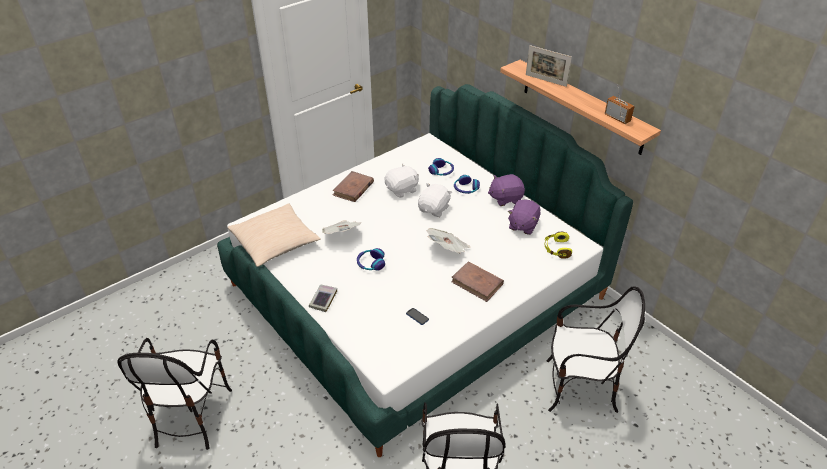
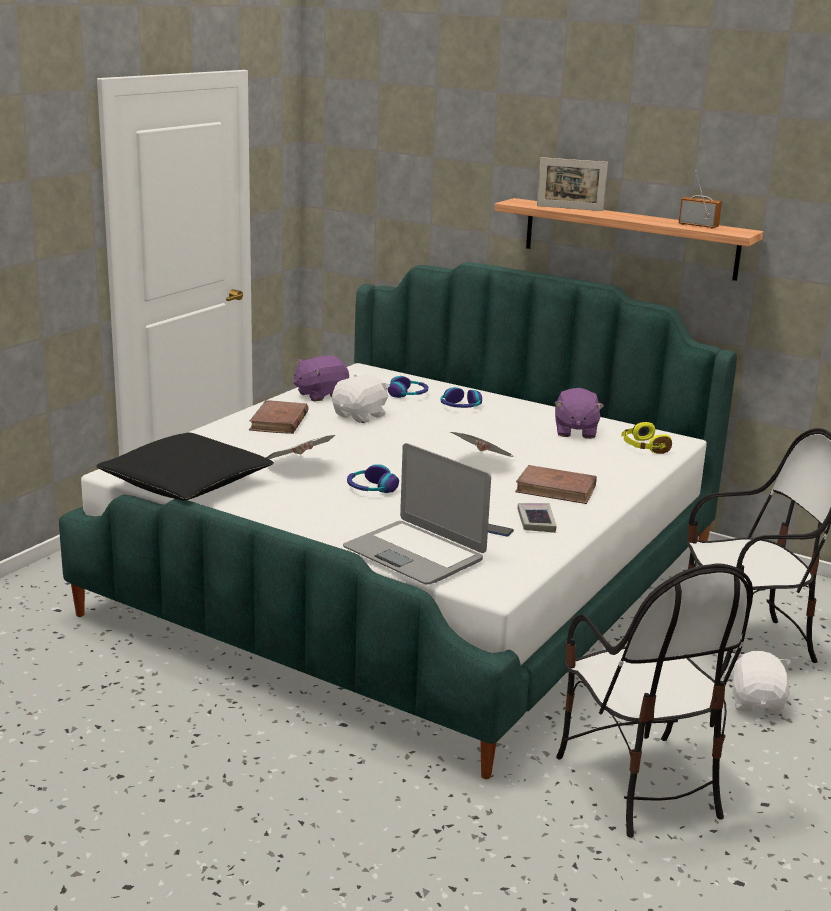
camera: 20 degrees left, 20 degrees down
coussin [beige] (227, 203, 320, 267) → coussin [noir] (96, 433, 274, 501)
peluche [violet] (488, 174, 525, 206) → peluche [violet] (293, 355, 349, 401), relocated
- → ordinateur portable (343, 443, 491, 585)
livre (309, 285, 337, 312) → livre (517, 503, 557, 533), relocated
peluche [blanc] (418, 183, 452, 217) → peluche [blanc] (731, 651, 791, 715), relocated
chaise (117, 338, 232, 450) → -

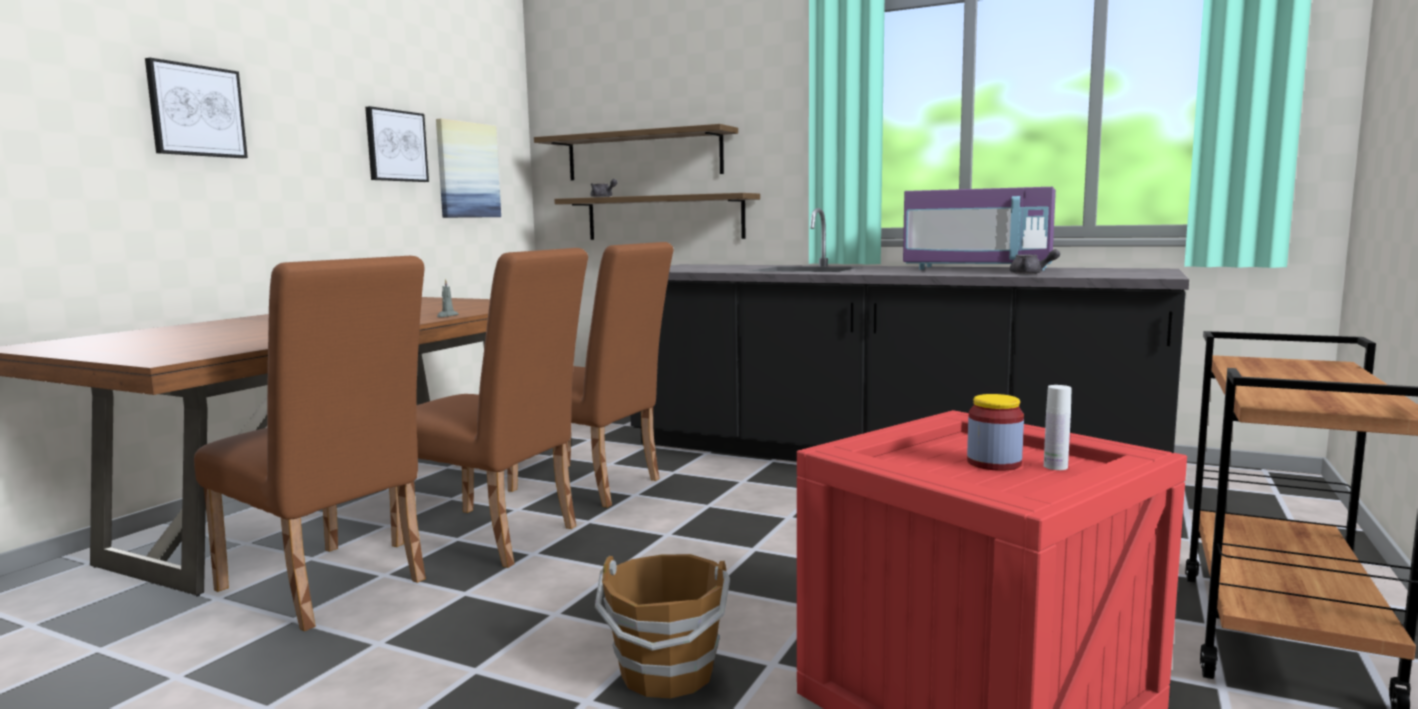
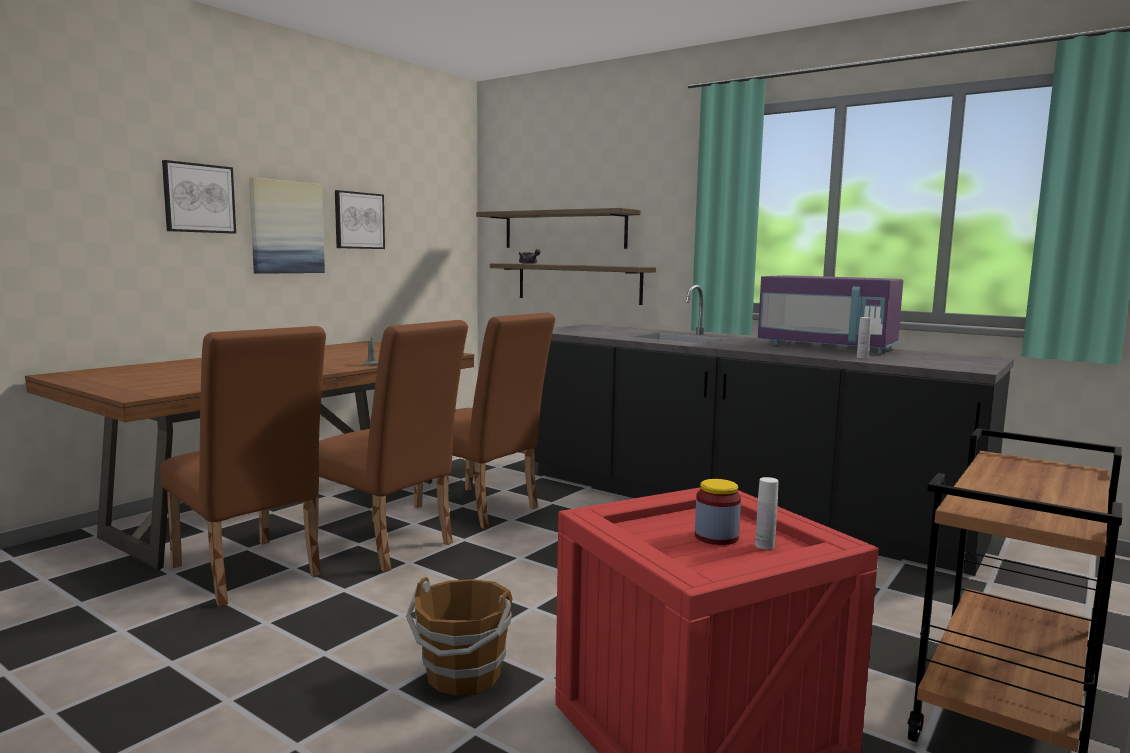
camera: 10 degrees right, 0 degrees up
tableau (436, 119, 501, 218) → tableau (249, 177, 325, 274), relocated
théière [gris] (1010, 249, 1060, 274) → bouteille [blanc] (857, 317, 871, 358)

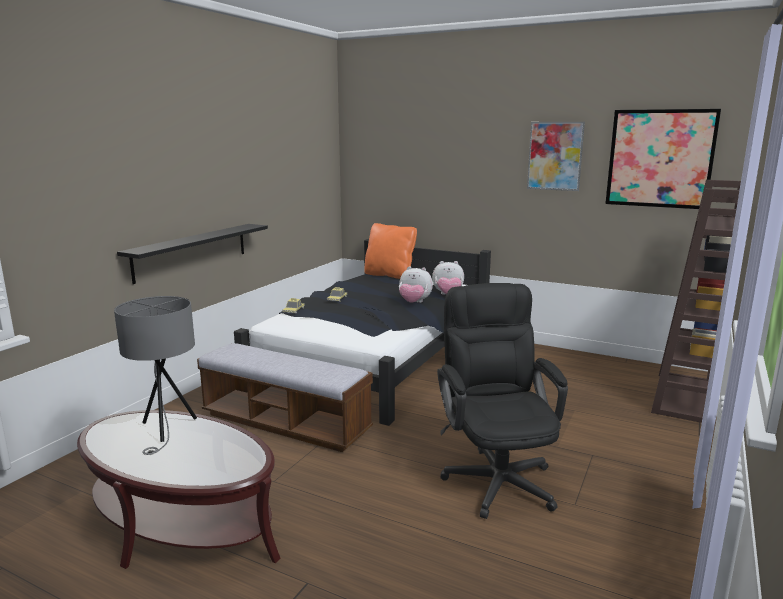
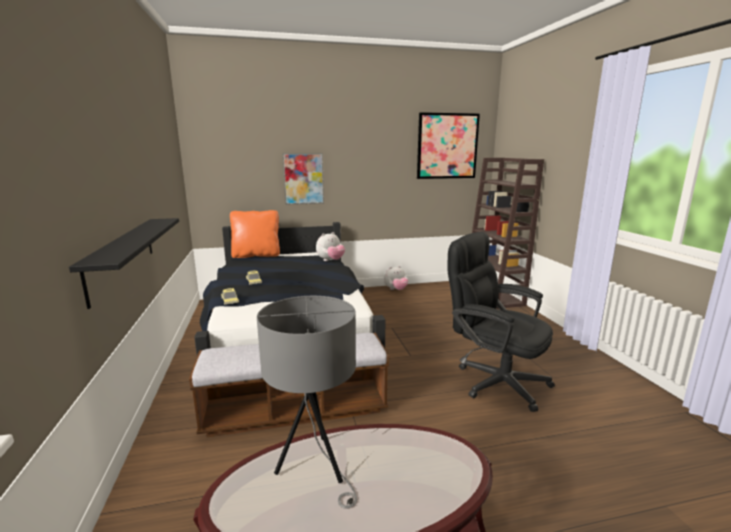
camera: 40 degrees left, 0 degrees up
tableau (527, 122, 585, 191) → tableau (283, 153, 324, 205), relocated
peluche (399, 266, 433, 303) → peluche (384, 266, 408, 290), relocated

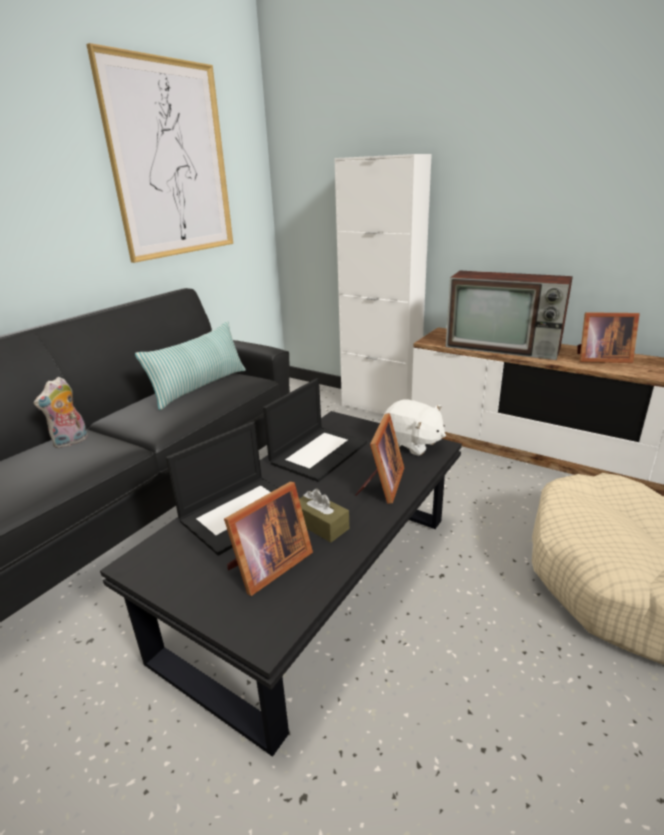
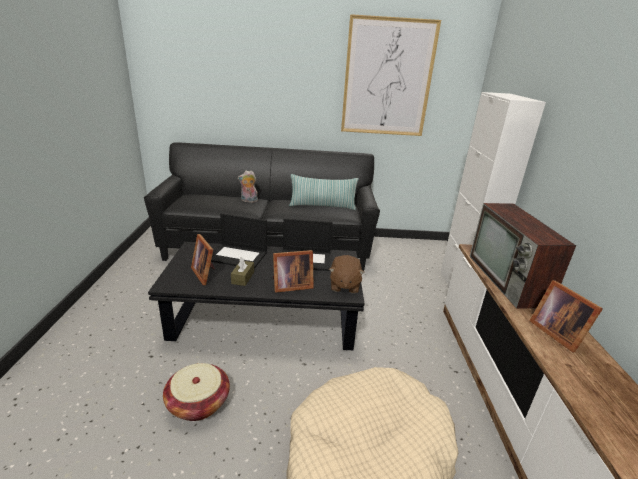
camera: 55 degrees right, 0 degrees up
- → panier (163, 363, 230, 421)
cadre photo (224, 481, 313, 596) → cadre photo (191, 234, 215, 285), 45 degrees clockwise
peluche [blanc] (382, 400, 446, 456) → peluche [marron] (329, 255, 365, 293)

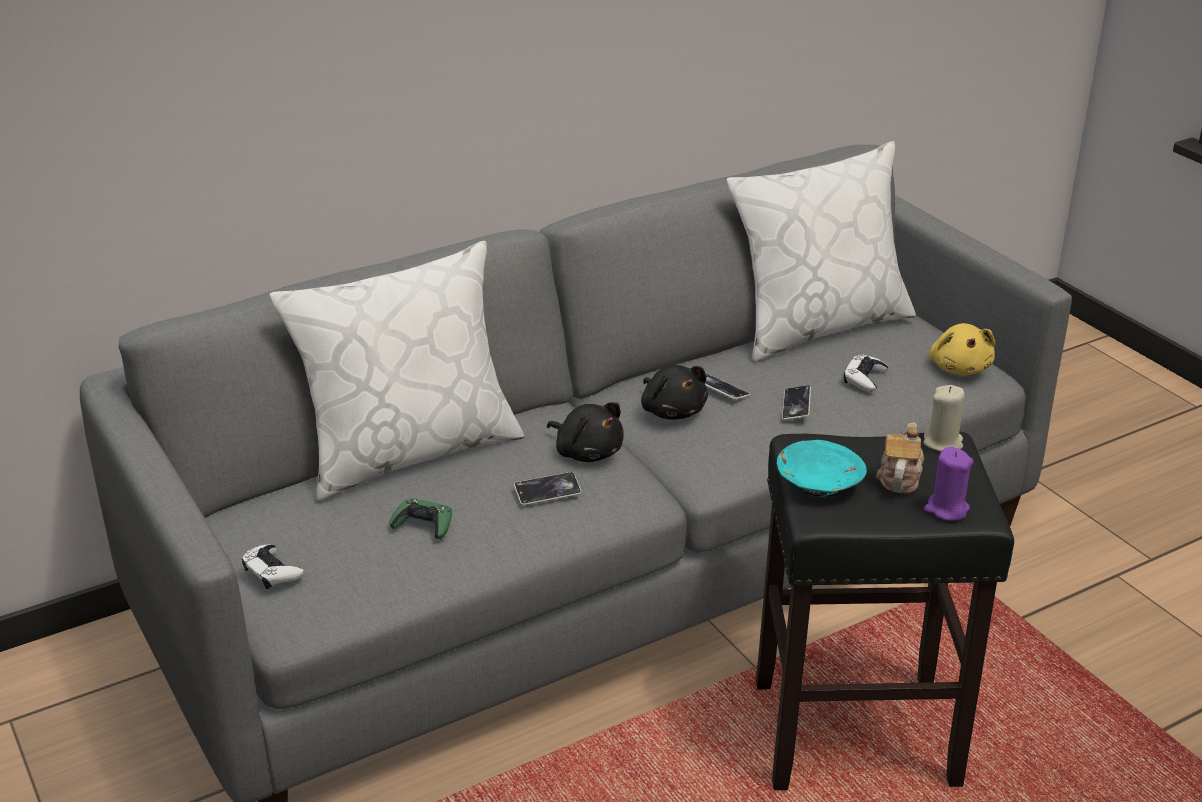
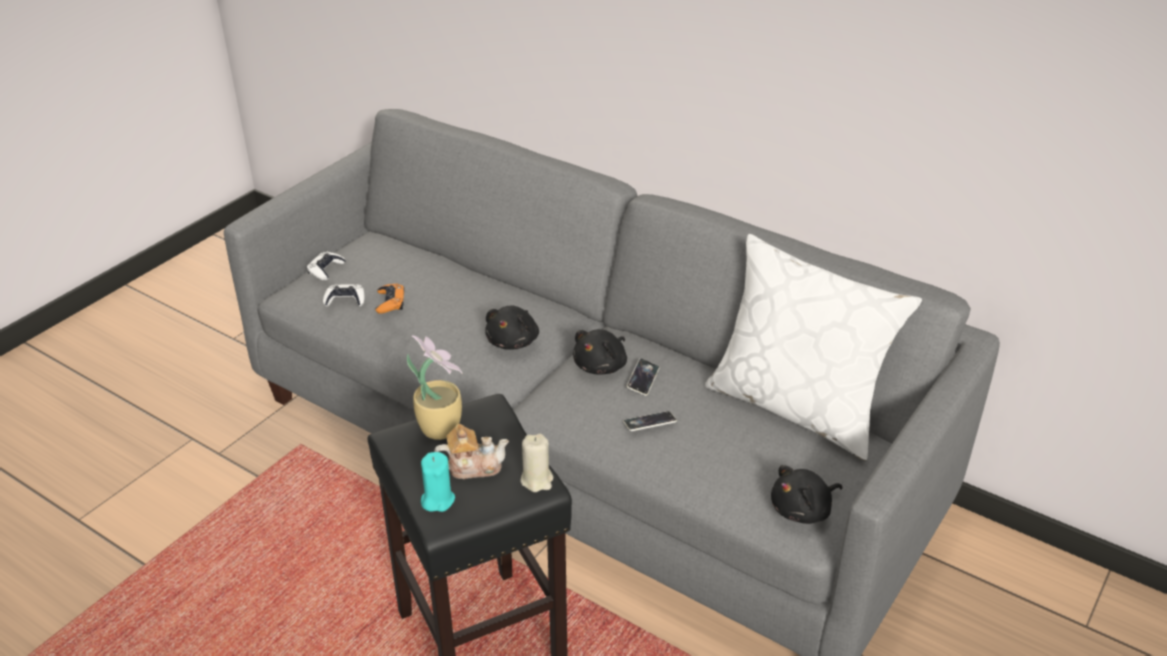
camera: 65 degrees right, 5 degrees up
manette [blanc] (844, 354, 888, 392) → manette [blanc] (323, 284, 365, 307), relocated
manette [vert] (389, 498, 452, 539) → manette [orange] (375, 284, 404, 314)
bol [turquoise] (777, 440, 867, 497) → plante en pot (407, 335, 462, 440)
bougie [violet] (924, 447, 973, 521) → bougie [turquoise] (421, 452, 455, 512)
peluche [jaune] (929, 323, 995, 375) → peluche [noir] (771, 465, 843, 524)
coussin [blanc] (269, 241, 524, 501) → -
téléphone (514, 472, 581, 505) → -

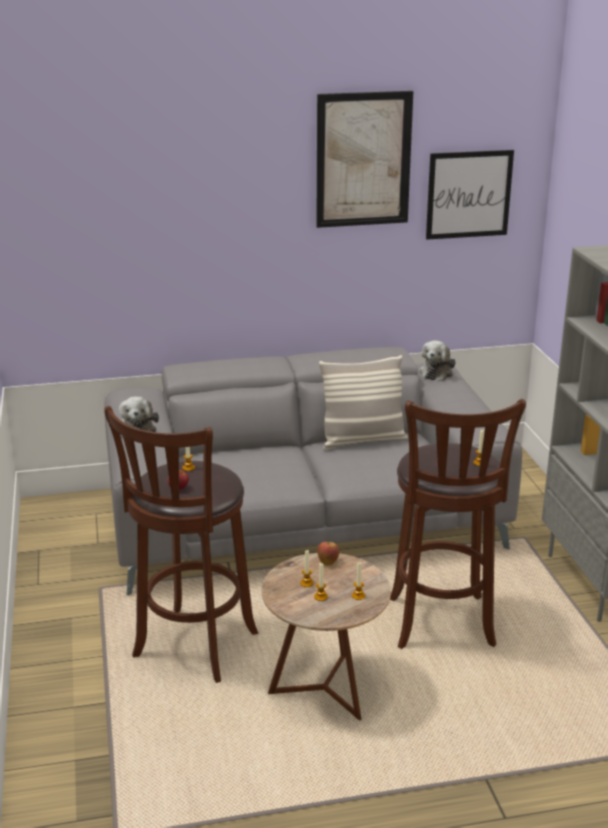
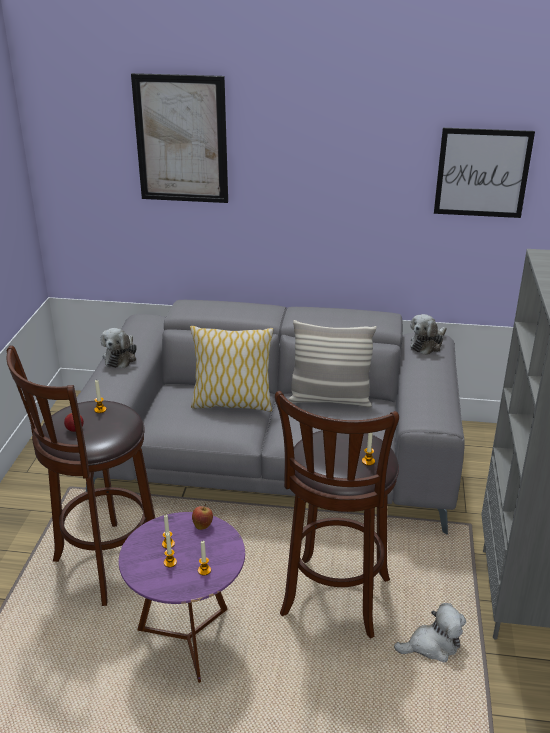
camera: 20 degrees right, 5 degrees up
table d'appoint [marron] (262, 553, 391, 721) → table d'appoint [violet] (119, 512, 245, 683)
tableau (316, 91, 413, 228) → tableau (131, 73, 228, 203), relocated
- → coussin (190, 326, 273, 412)
- → peluche (394, 603, 466, 662)

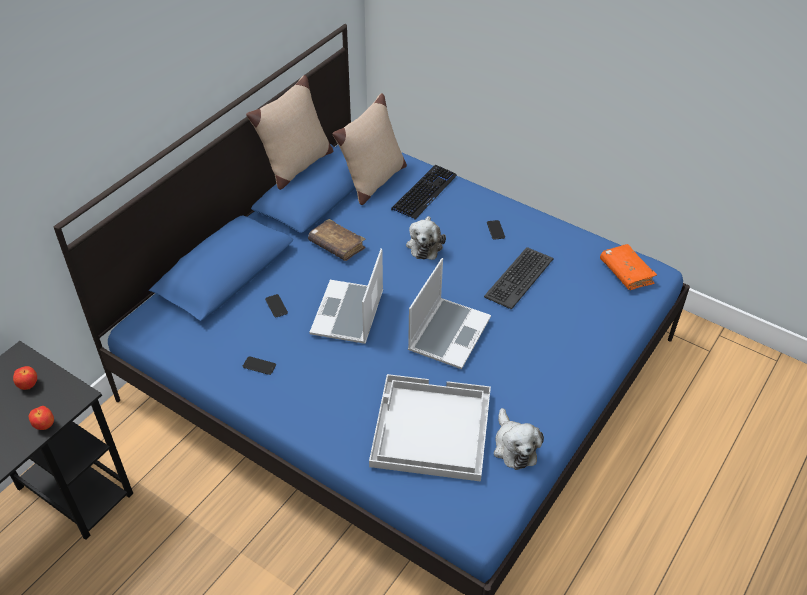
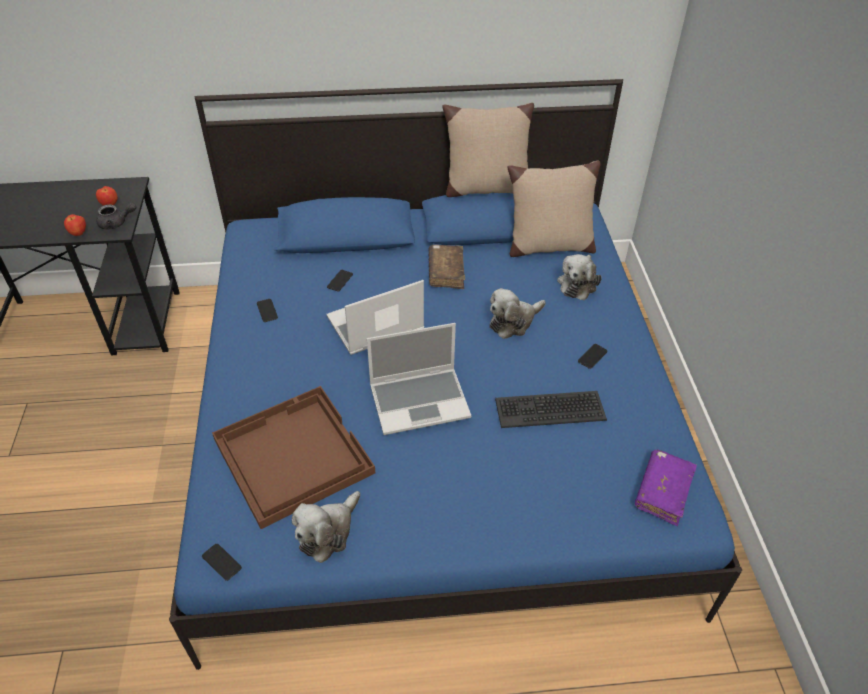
camera: 50 degrees right, 0 degrees up
- → théière [gris] (96, 203, 136, 229)
- → téléphone (202, 544, 242, 581)
plateau [blanc] (369, 374, 491, 482) → plateau [marron] (212, 386, 375, 529)
clavier (391, 165, 457, 219) → peluche (557, 254, 602, 300)
livre [orange] (600, 244, 657, 290) → livre [violet] (635, 450, 697, 526)

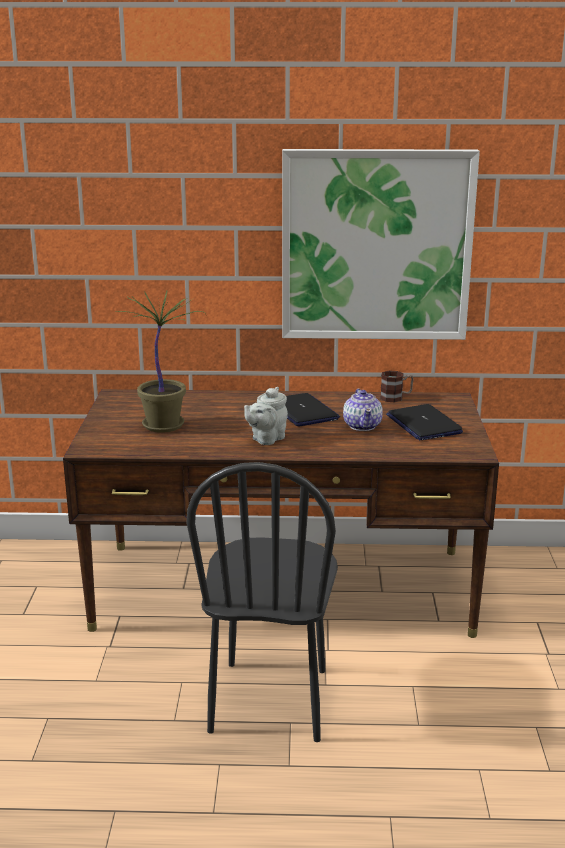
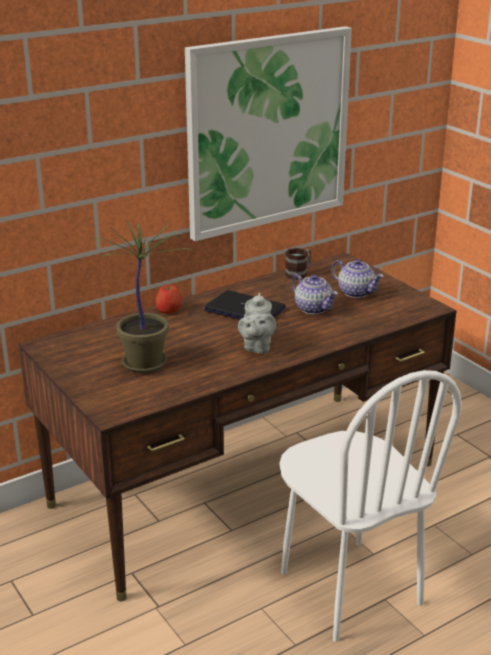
camera: 35 degrees left, 5 degrees up
- → pomme (155, 285, 182, 314)
chaise [noir] (186, 462, 338, 742) → chaise [blanc] (279, 370, 462, 641)
ordinateur portable (386, 404, 463, 440) → théière (332, 259, 384, 298)

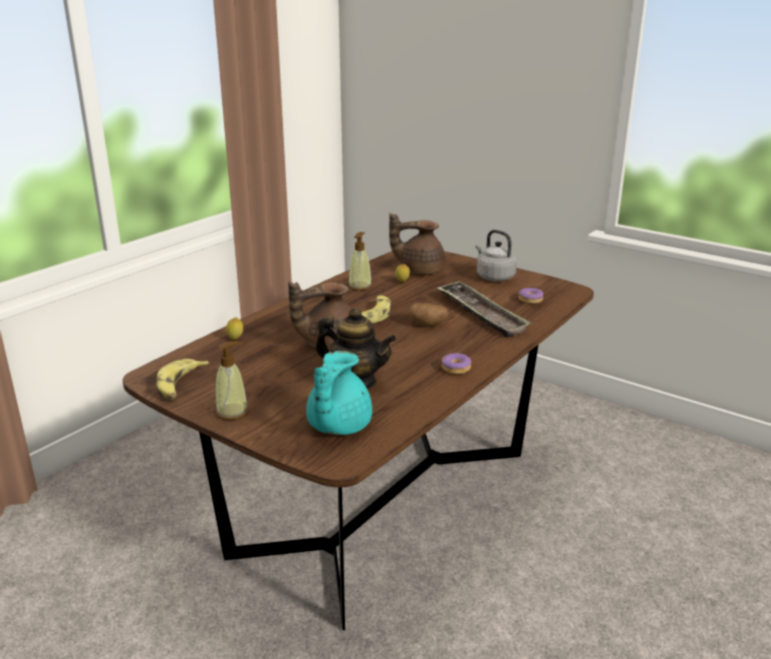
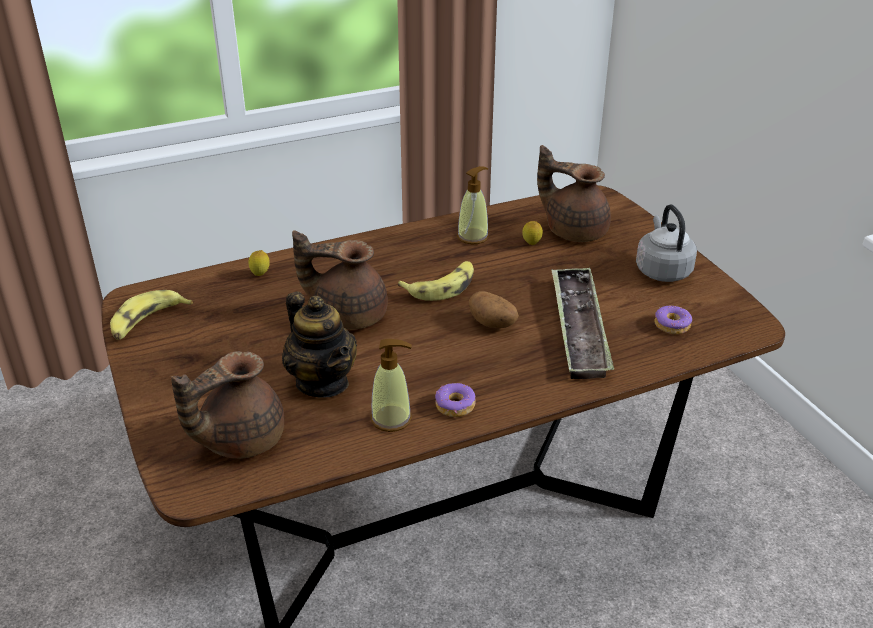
camera: 30 degrees right, 10 degrees up
théière [turquoise] (306, 351, 372, 435) → théière [marron] (171, 351, 285, 459)
distributeur de savon (216, 341, 249, 420) → distributeur de savon (371, 339, 412, 432), relocated

